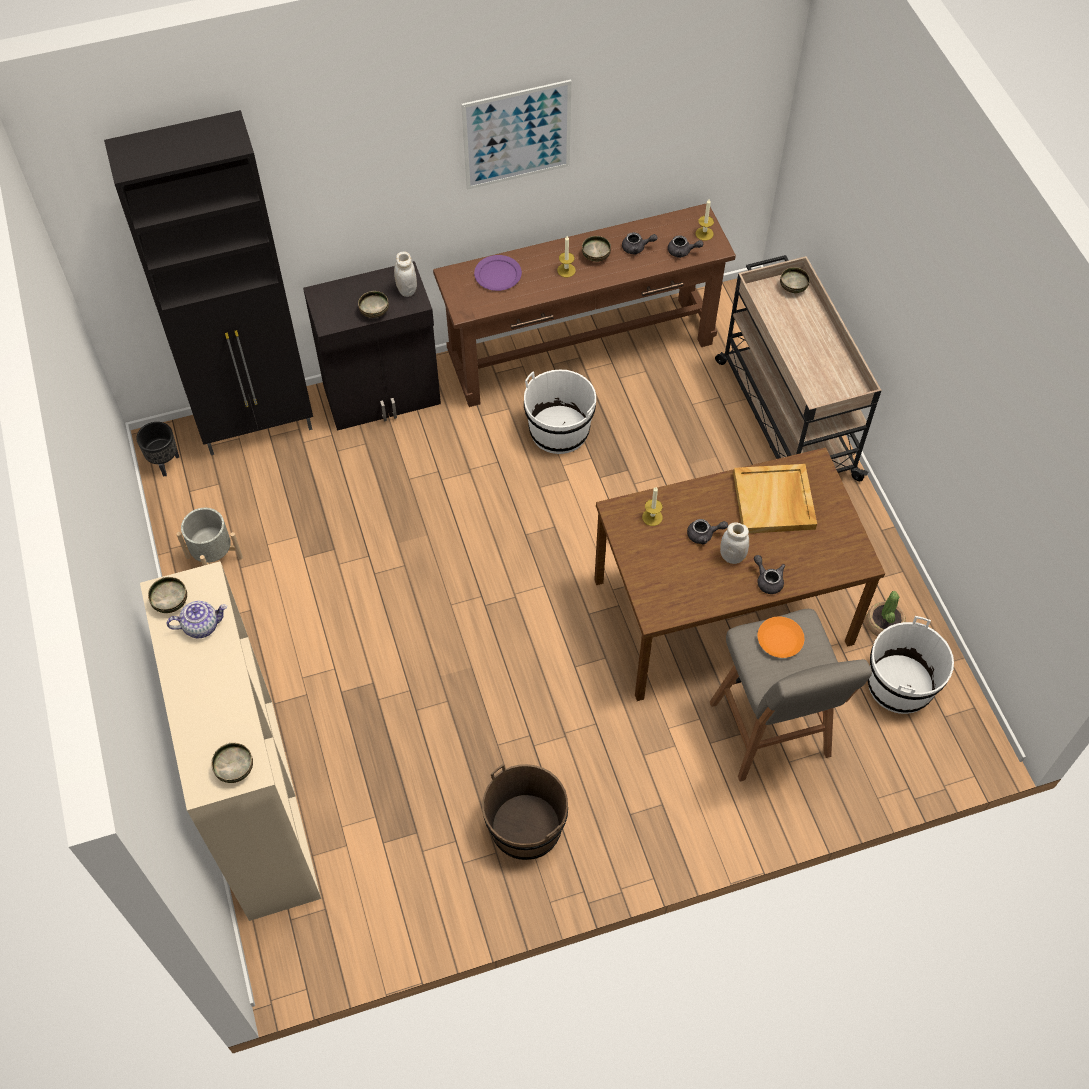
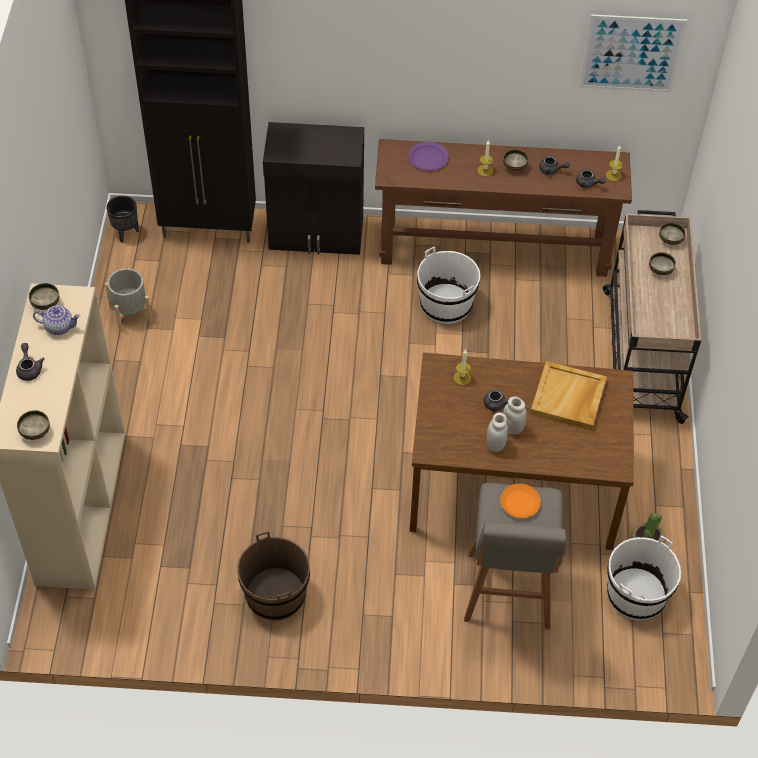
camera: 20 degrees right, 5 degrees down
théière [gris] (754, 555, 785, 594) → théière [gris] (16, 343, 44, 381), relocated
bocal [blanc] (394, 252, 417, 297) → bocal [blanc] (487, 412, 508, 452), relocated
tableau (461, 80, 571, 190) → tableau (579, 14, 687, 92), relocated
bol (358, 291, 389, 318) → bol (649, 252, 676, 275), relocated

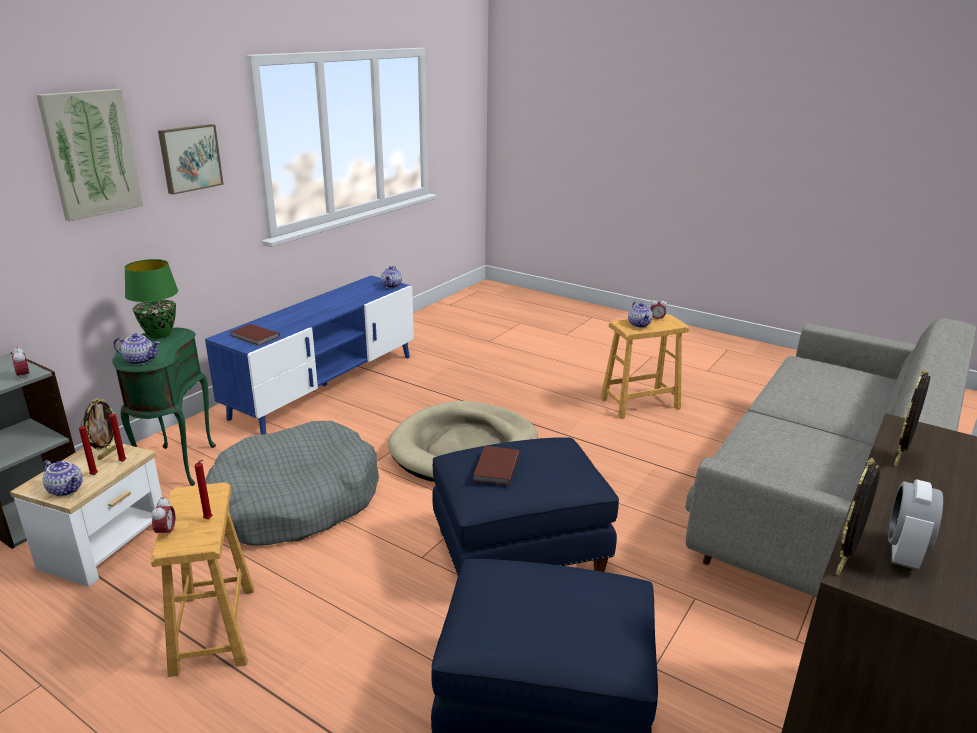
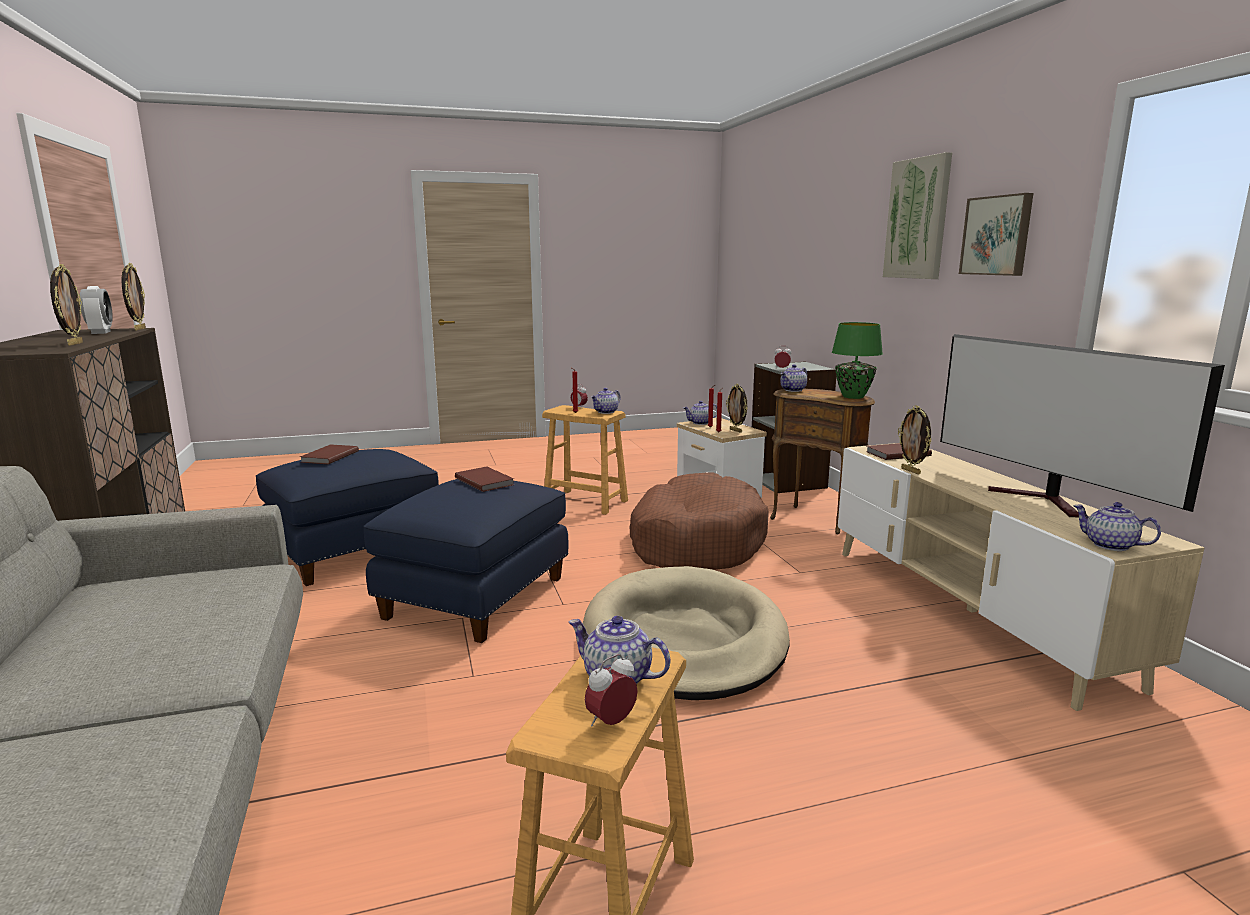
camera: 130 degrees right, 10 degrees down
- → livre [marron] (300, 444, 359, 464)
- → théière (591, 388, 621, 414)
panier pour chien [gris] (205, 421, 379, 546) → panier pour chien [marron] (629, 472, 769, 570)
table d'appoint [vert] (112, 328, 216, 486) → table d'appoint [marron] (770, 389, 875, 535)
meuble télé [bleu] (205, 276, 414, 435) → meuble télé [beige] (838, 443, 1205, 711)
- → cadre photo (898, 405, 931, 475)
- → téléviseur (940, 334, 1225, 517)

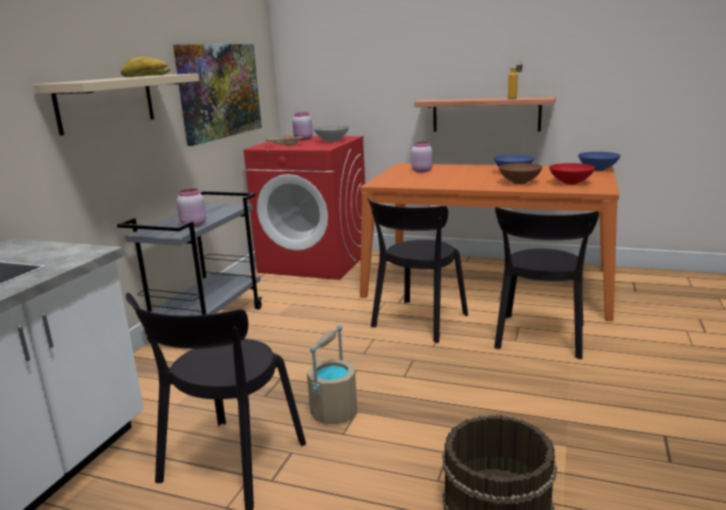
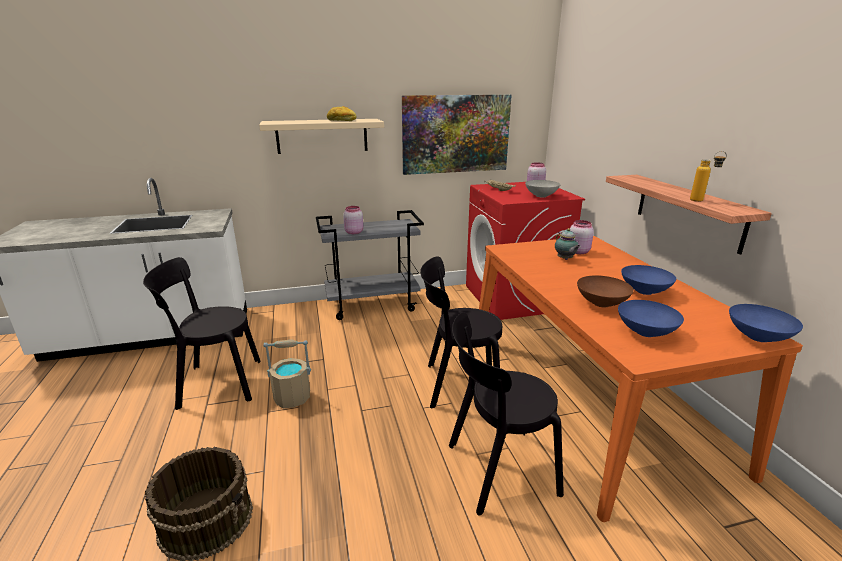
camera: 55 degrees right, 5 degrees up
- → théière (555, 228, 581, 260)
bol [rouge] (549, 163, 595, 185) → bol [bleu] (618, 300, 684, 337)

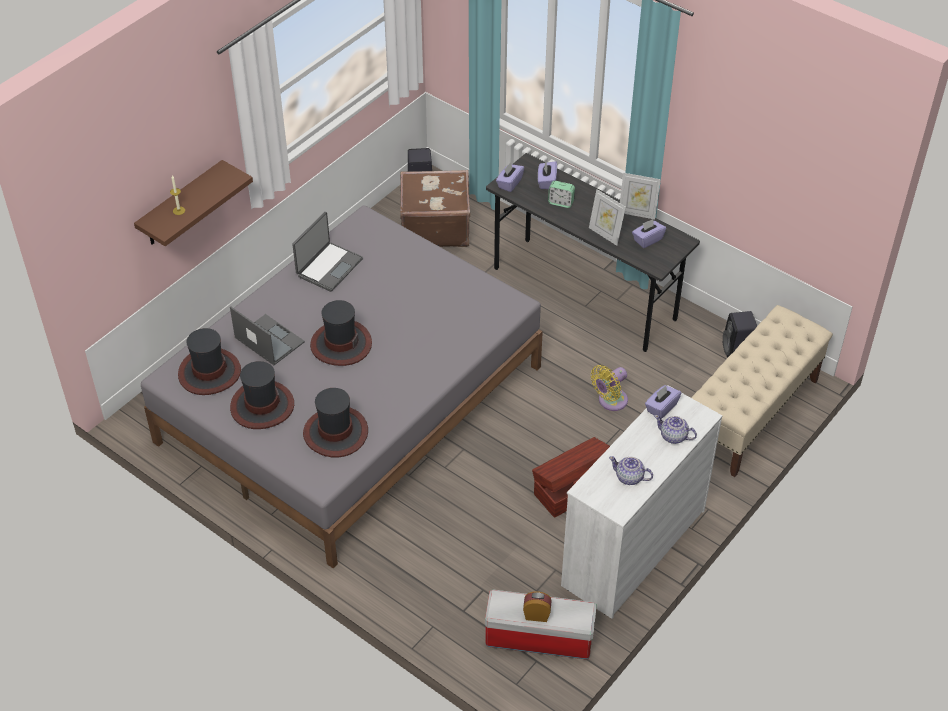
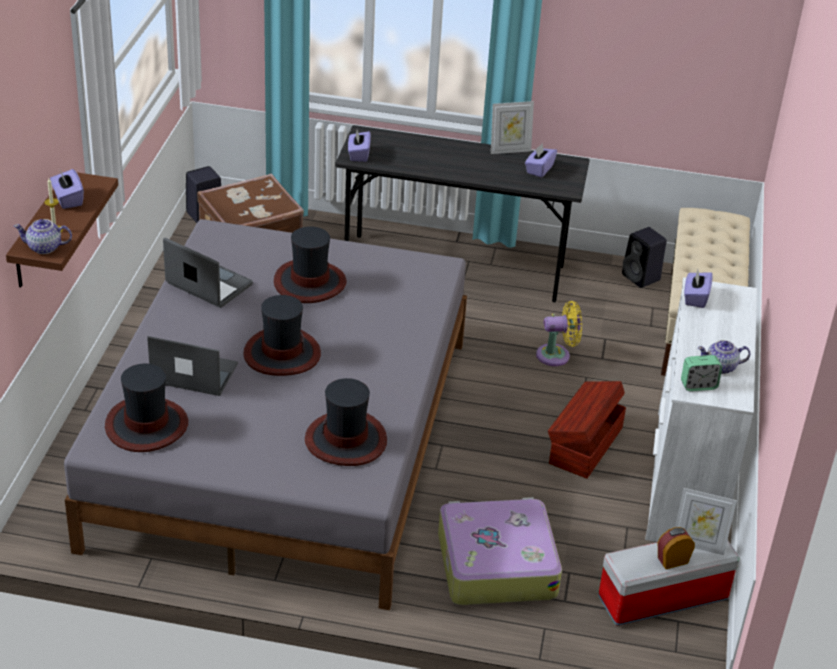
camera: 30 degrees left, 10 degrees down
théière (654, 415, 697, 444) → théière (14, 219, 72, 254), relocated
boîte à mouchoirs [violet] (538, 161, 557, 189) → boîte à mouchoirs [violet] (50, 169, 84, 209), relocated
ordinateur portable (292, 212, 363, 292) → ordinateur portable (163, 238, 253, 308), 60 degrees counterclockwise
chapeau (230, 361, 294, 429) → chapeau (274, 226, 347, 303), relocated
- → valise (438, 497, 562, 605)
ventilateur [jaune] (590, 365, 628, 411) → ventilateur [jaune] (536, 301, 582, 366), 120 degrees counterclockwise
cadre photo (589, 189, 626, 246) → cadre photo (675, 488, 737, 555), relocated
réveil (548, 181, 575, 208) → réveil (681, 355, 722, 391), relocated

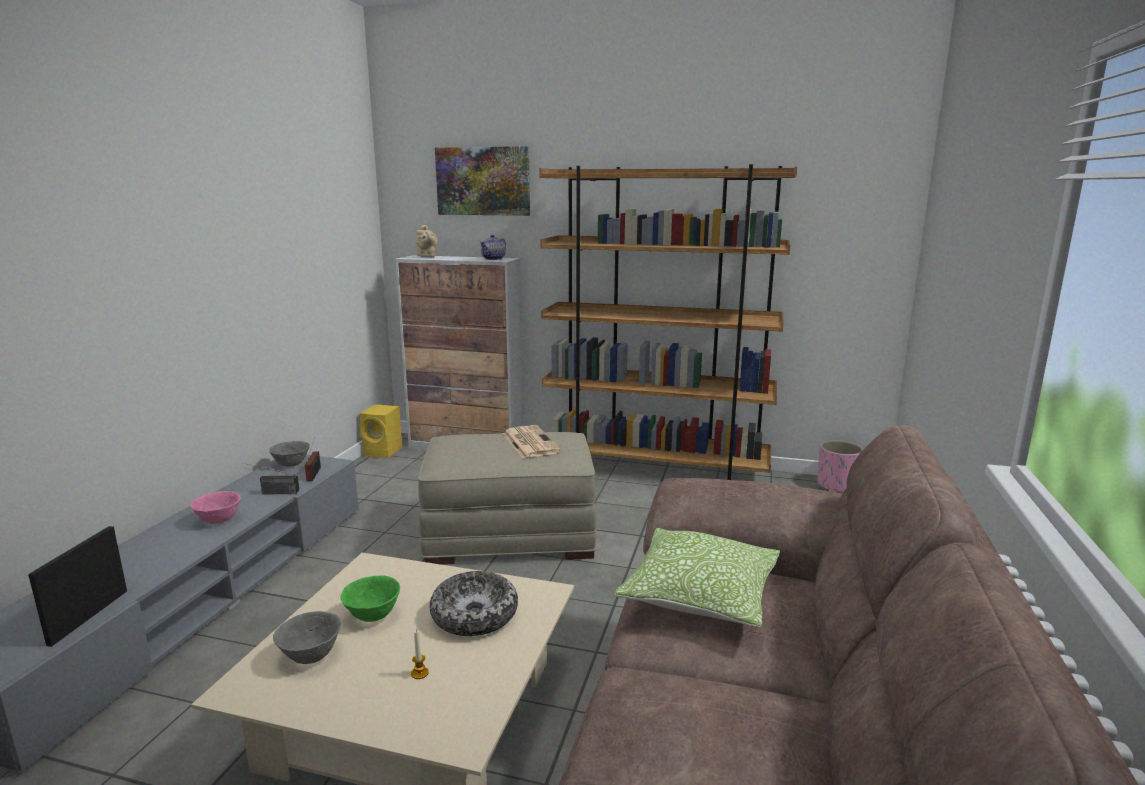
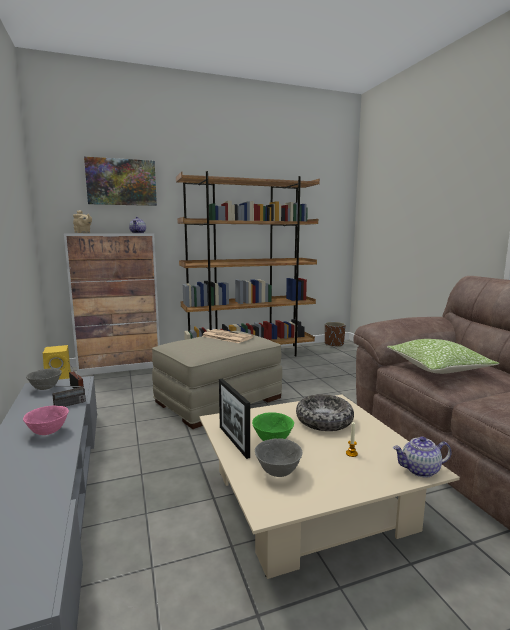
camera: 35 degrees left, 5 degrees down
cadre photo (28, 526, 127, 647) → cadre photo (219, 379, 250, 459), relocated
cache-pot [rose] (817, 440, 863, 493) → cache-pot [marron] (325, 322, 346, 347)
- → théière (393, 436, 452, 478)

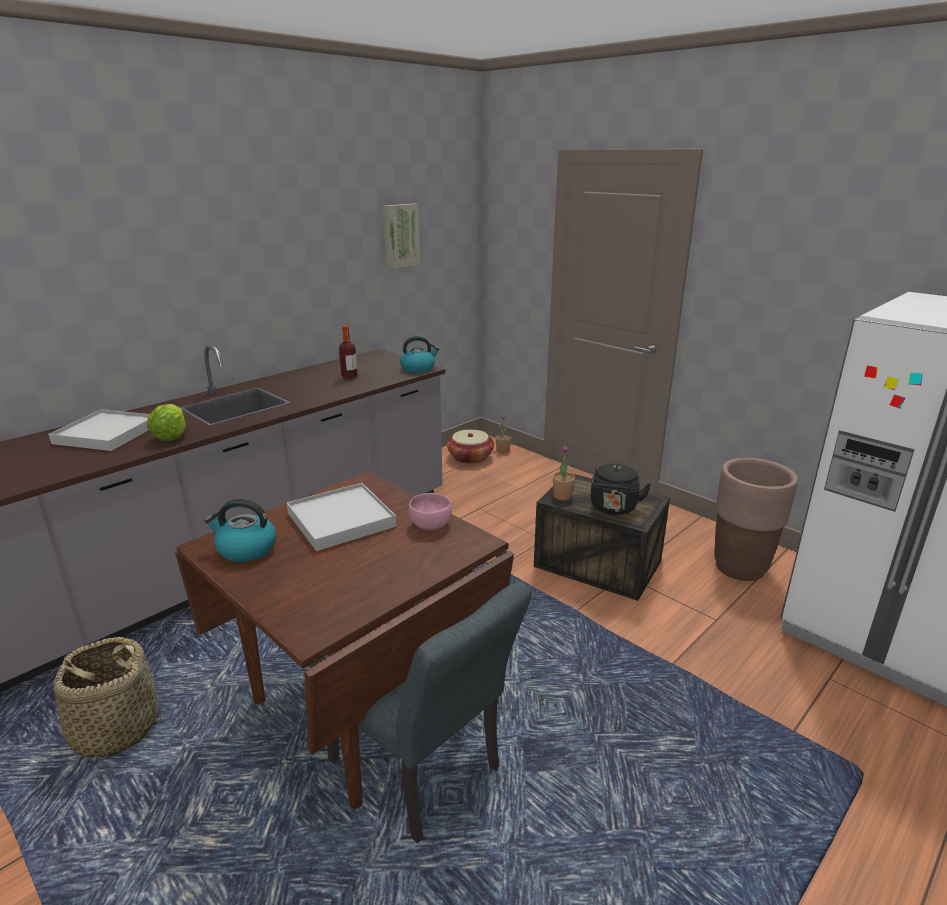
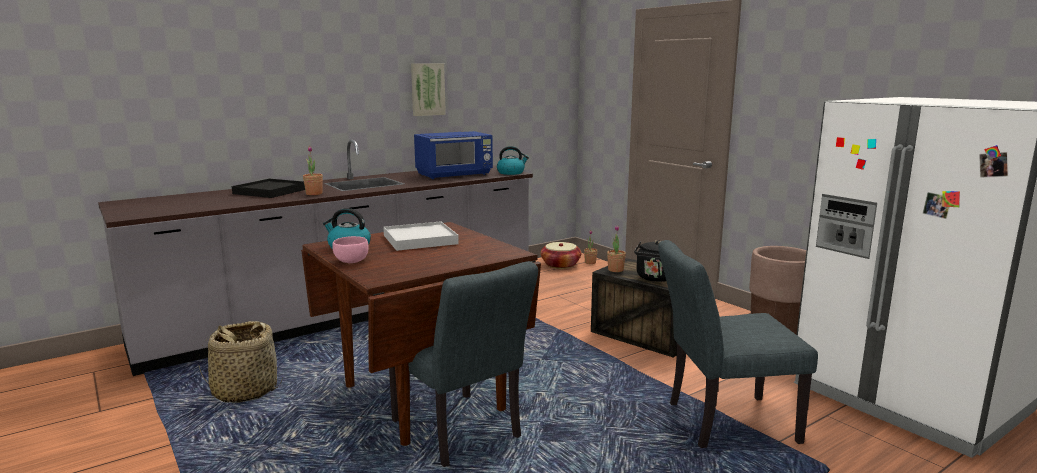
camera: 10 degrees right, 10 degrees down
plateau [blanc] (48, 409, 150, 451) → plateau [noir] (232, 179, 305, 198)
laitue (147, 404, 186, 441) → plante en pot (303, 146, 323, 195)
bol [rose] (409, 493, 452, 530) → bol [rose] (332, 236, 369, 263), relocated
tableau (383, 204, 420, 269) → tableau (411, 64, 446, 116), relocated
bouteille (339, 325, 358, 379) → micro-ondes [bleu] (414, 131, 493, 179)
- → chaise [gris] (658, 240, 818, 448)

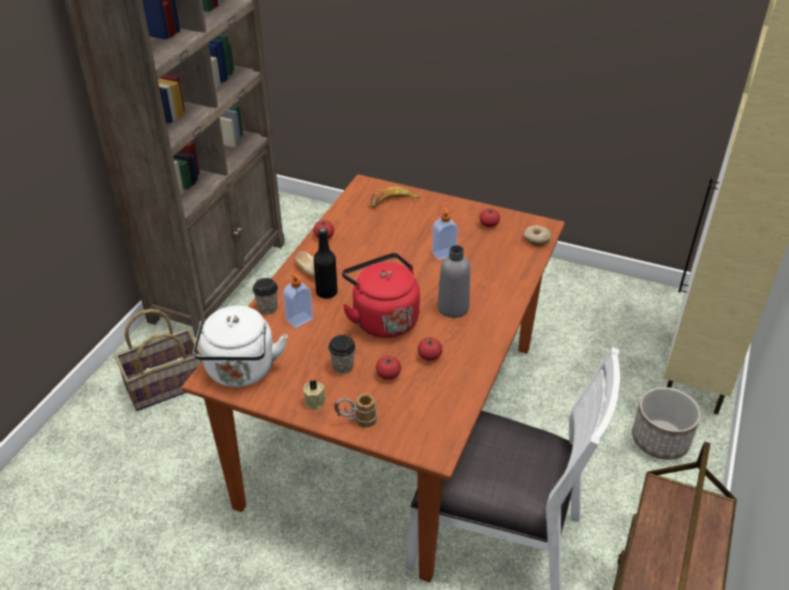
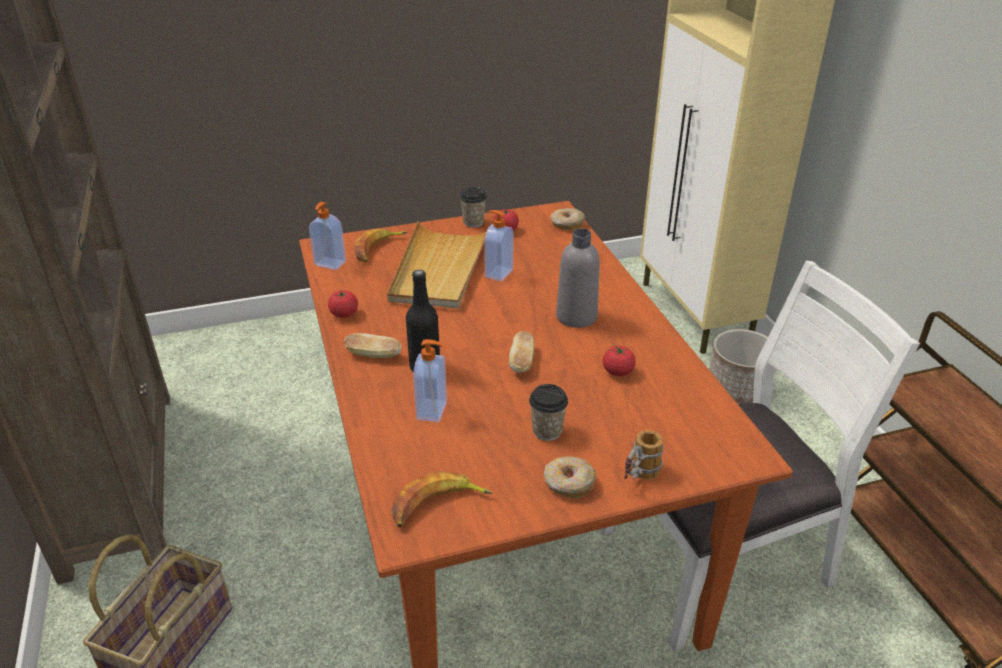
camera: 40 degrees left, 5 degrees down
- → distributeur de savon (309, 202, 346, 270)
- → plateau [beige] (387, 221, 487, 309)
bouilloire [blanc] (193, 306, 288, 387) → banane (391, 471, 492, 527)
tasse (253, 278, 278, 315) → tasse (460, 187, 487, 227), relocated
bouilloire [rouge] (342, 253, 420, 338) → pain (509, 331, 534, 373)
bougie [beige] (303, 380, 327, 410) → beignet (544, 456, 596, 498)
tomate (376, 356, 401, 380) → -

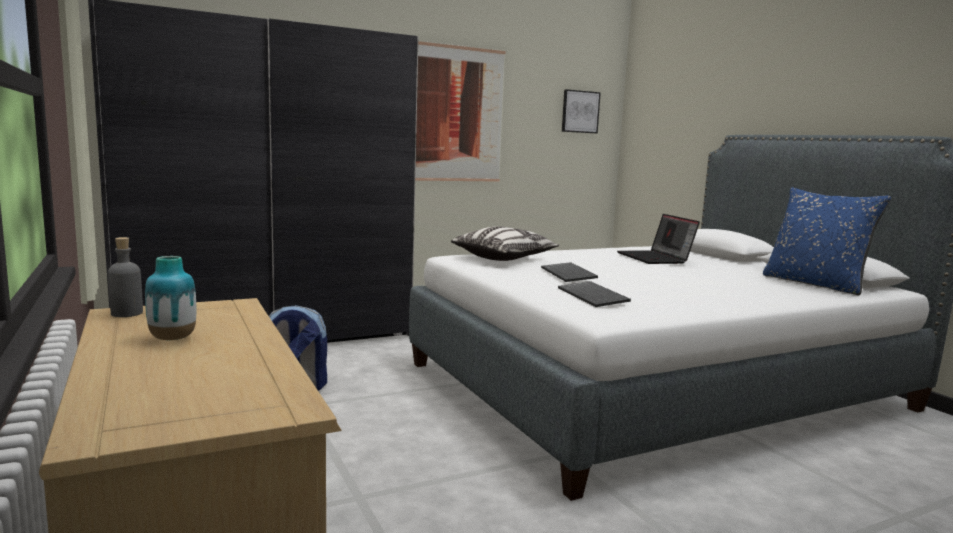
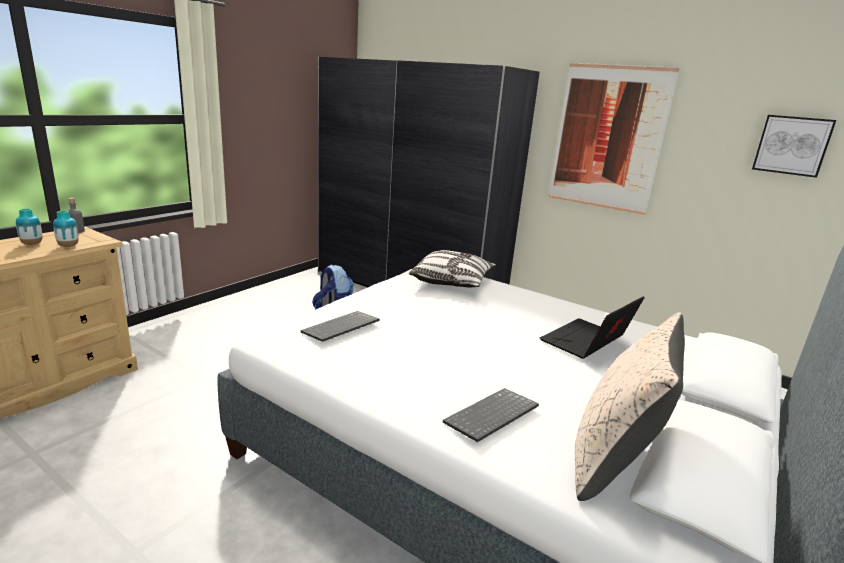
camera: 60 degrees right, 10 degrees up
- → vase (53, 211, 79, 247)
clavier (541, 262, 598, 282) → clavier (443, 388, 539, 442), relocated
coussin [bleu] (763, 187, 891, 295) → coussin [beige] (575, 312, 685, 501)

